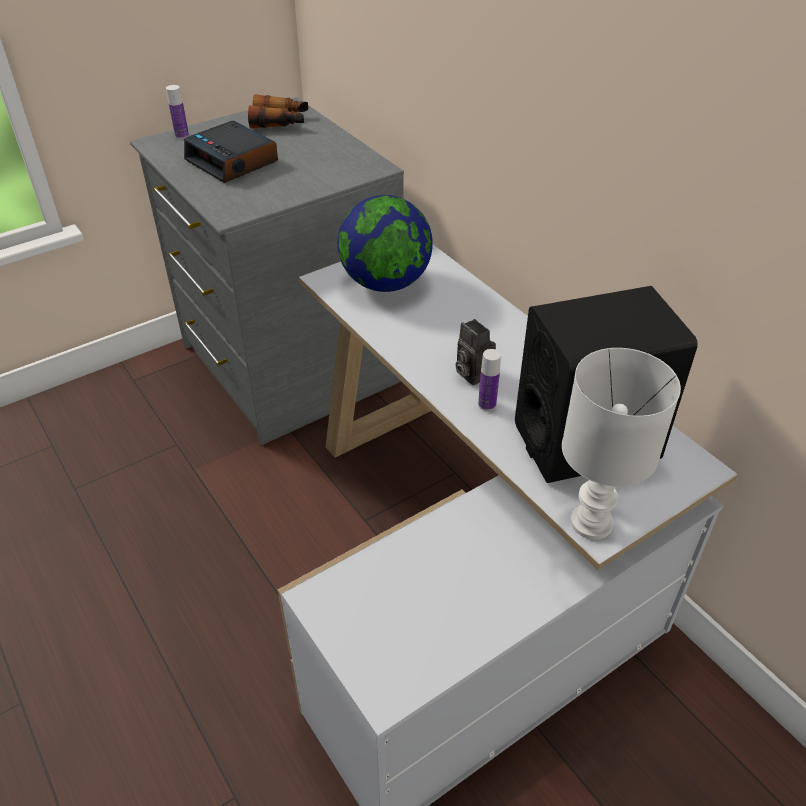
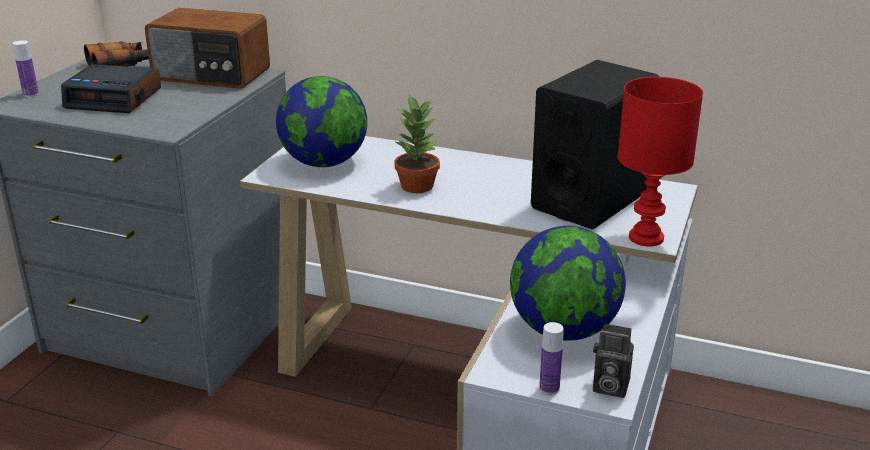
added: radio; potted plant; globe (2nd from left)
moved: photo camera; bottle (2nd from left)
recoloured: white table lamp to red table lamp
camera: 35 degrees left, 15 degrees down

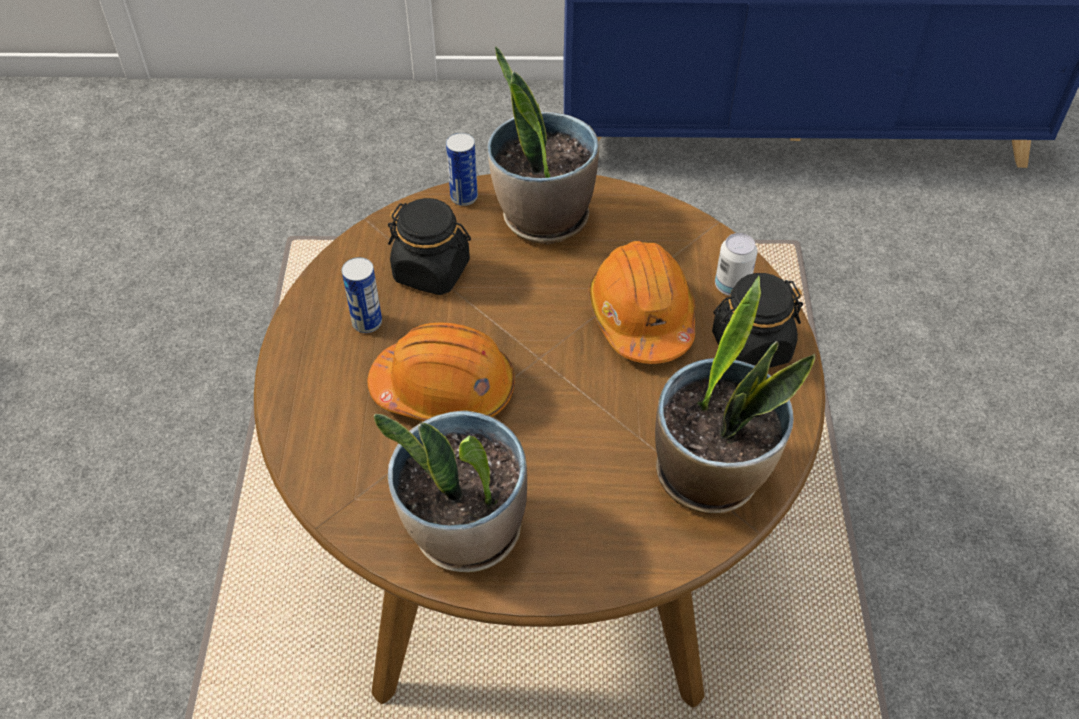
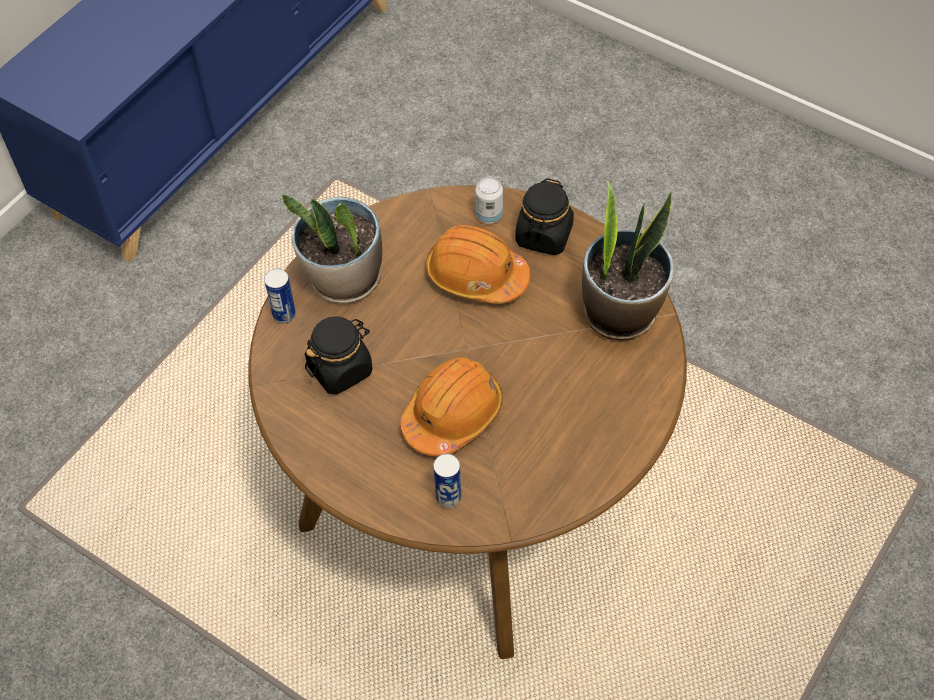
removed: potted plant (1st from left)
moved: can (1st from left in the first image) to can (2nd from left)
camera: 55 degrees left, 5 degrees up

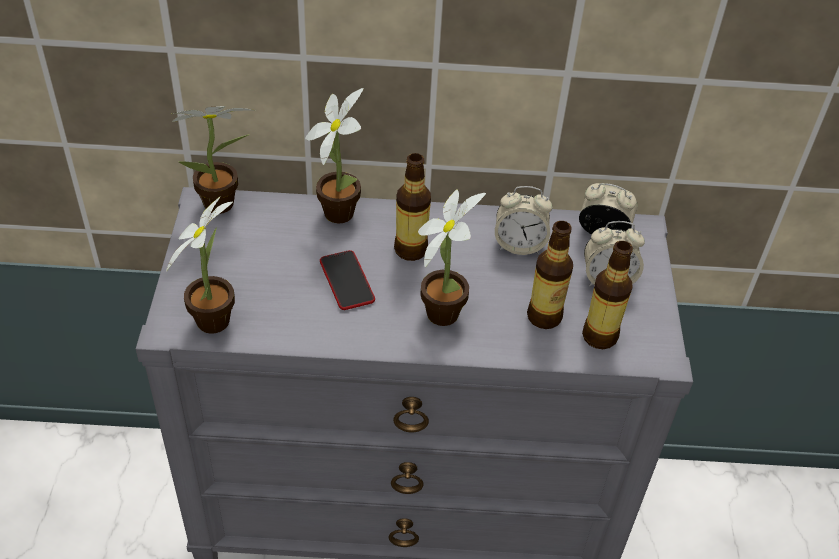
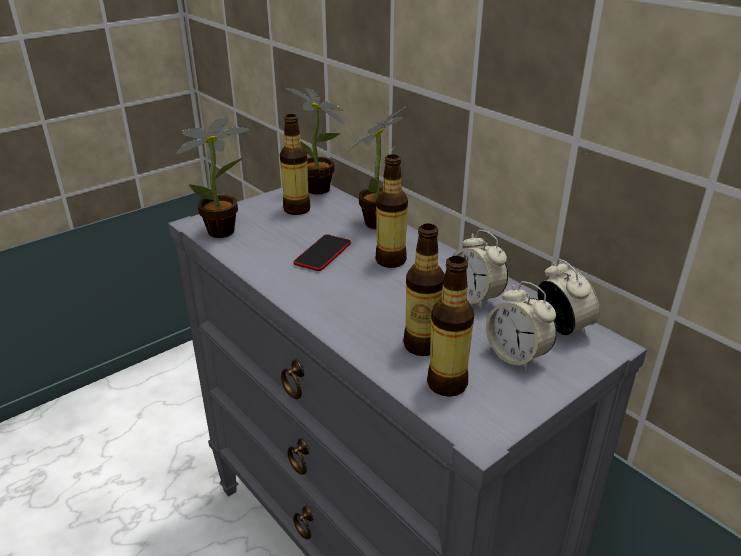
removed: potted plant (4th from left)
added: bottle (1st from left)
camera: 50 degrees right, 15 degrees down

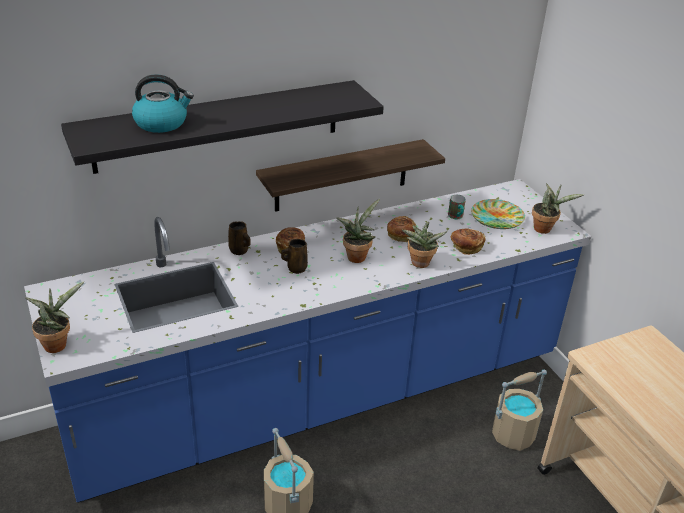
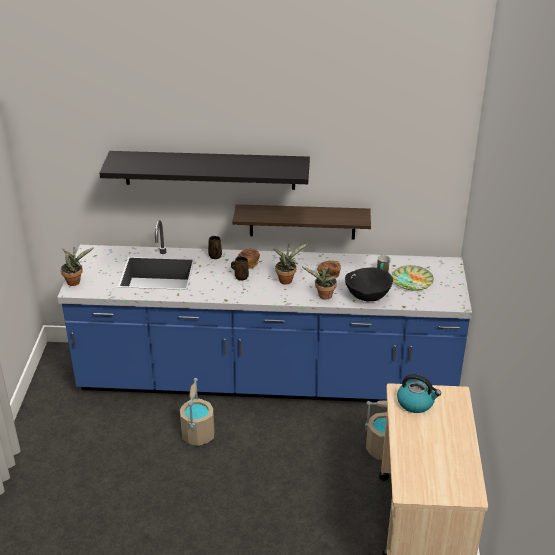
removed: potted plant (4th from left)
moved: kettle
replaced: bread (3rd from left) to black bowl
camera: 30 degrees right, 0 degrees up

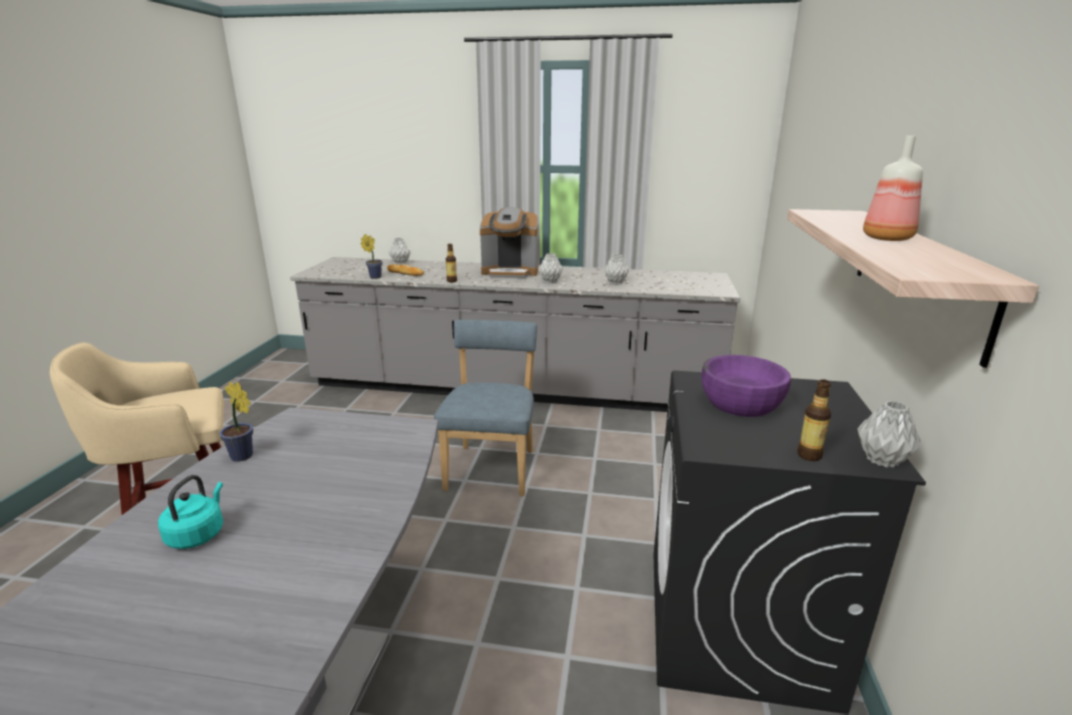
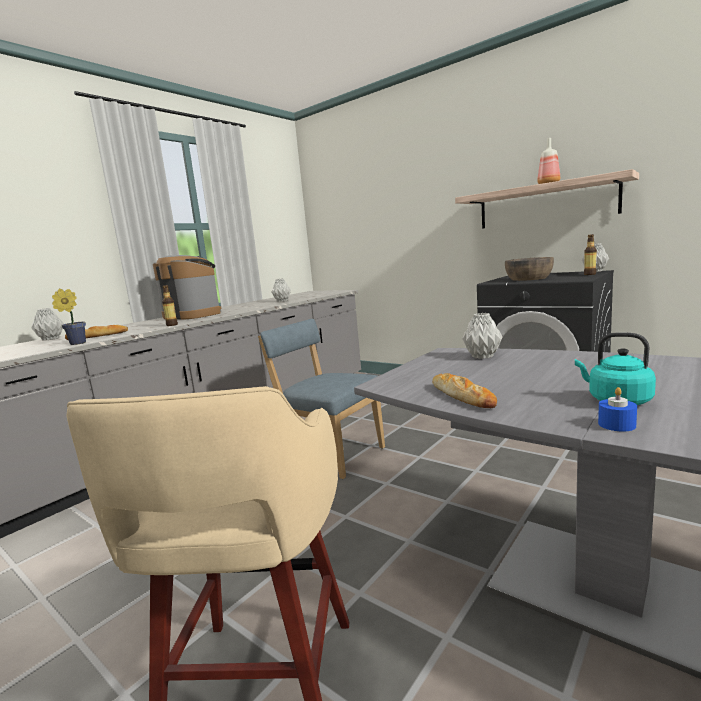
added: blue candle
moved: grey vase (2nd from left in the first image) to grey vase (3rd from left)
replaced: potted plant (1st from left) to bread (2nd from left)
recoloured: purple bowl to brown bowl
turned: coffee machine 90 degrees counterclockwise
camera: 60 degrees left, 10 degrees down

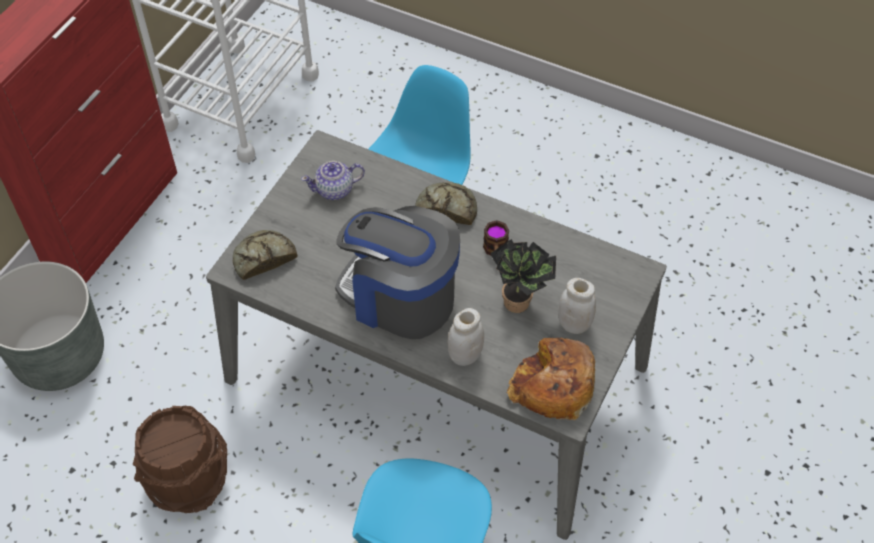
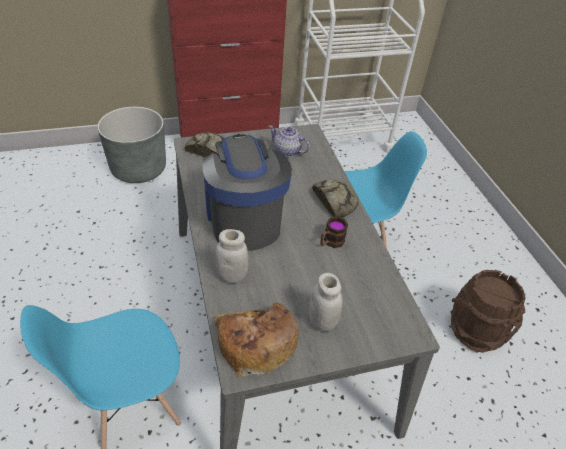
removed: potted plant
moved: brown bucket
camera: 45 degrees right, 10 degrees down

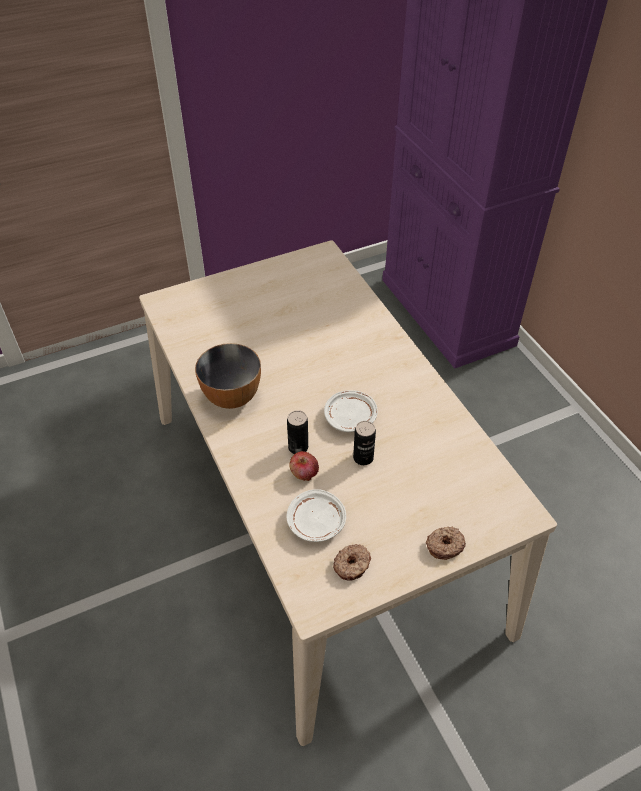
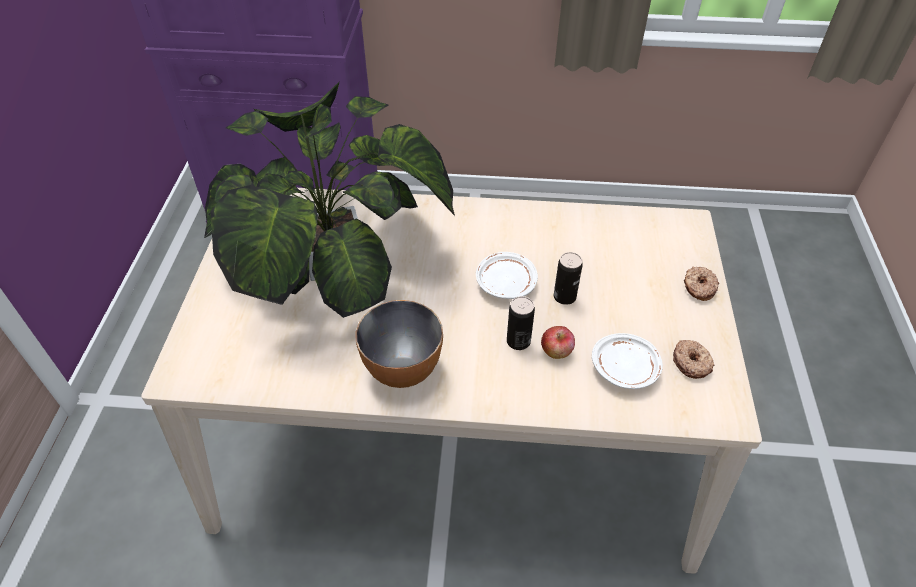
added: potted plant
camera: 60 degrees left, 0 degrees up

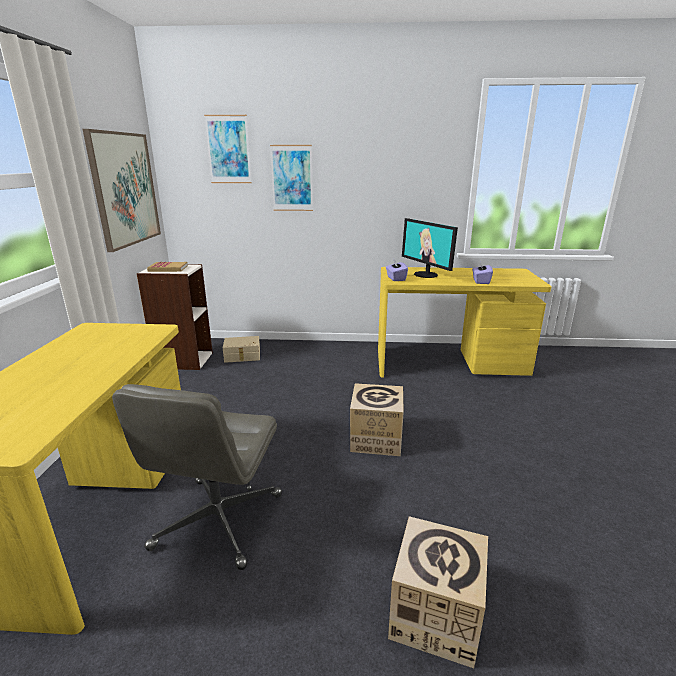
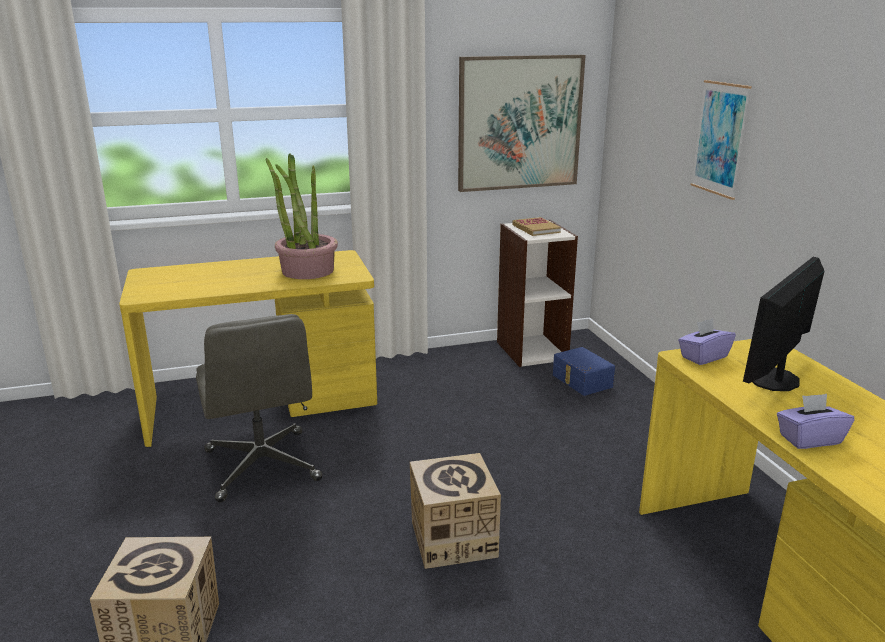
removed: picture (2nd from left)
added: potted plant
recoloured: beige storage box to blue storage box
turned: grey office chair 105 degrees counterclockwise
camera: 70 degrees right, 0 degrees up

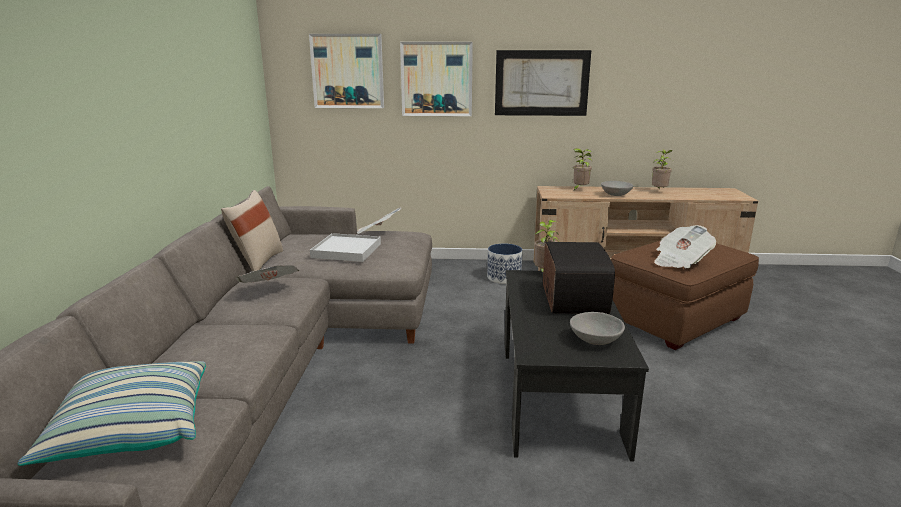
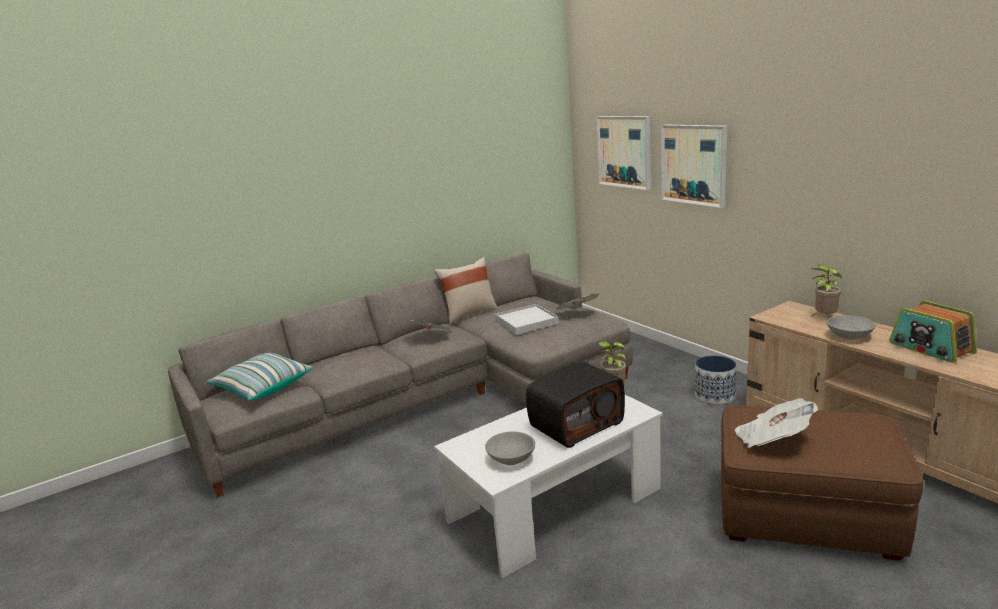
removed: picture (3rd from left)
replaced: potted plant (3rd from left) to radio (2nd from left)
recoloured: black coffee table to white coffee table
camera: 55 degrees right, 0 degrees up

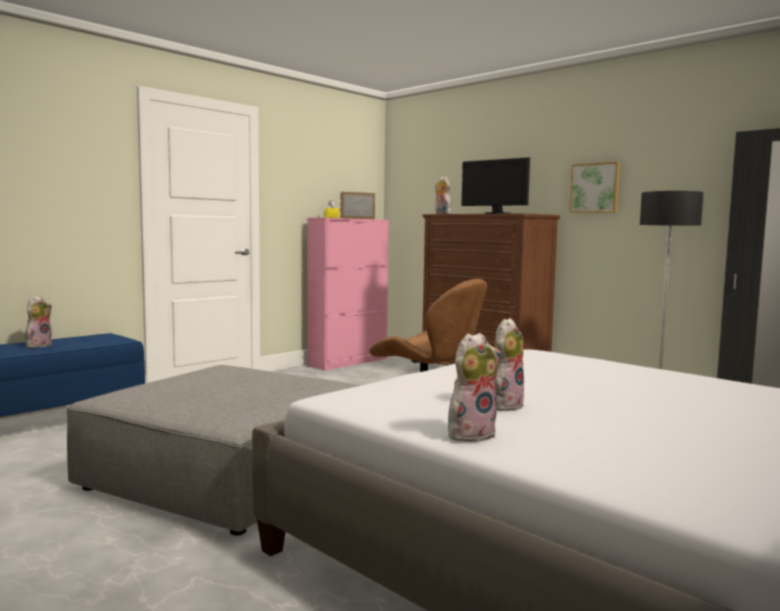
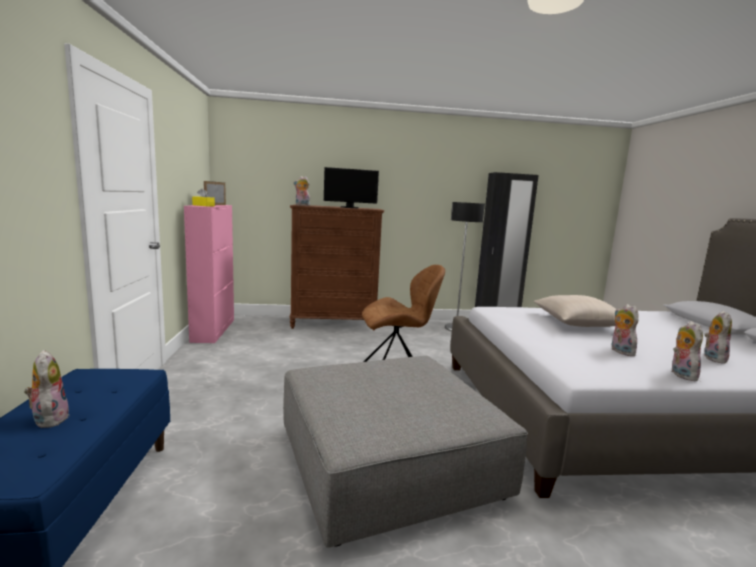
removed: picture
added: beige pillow; plush toy (5th from left)
camera: 50 degrees left, 5 degrees up

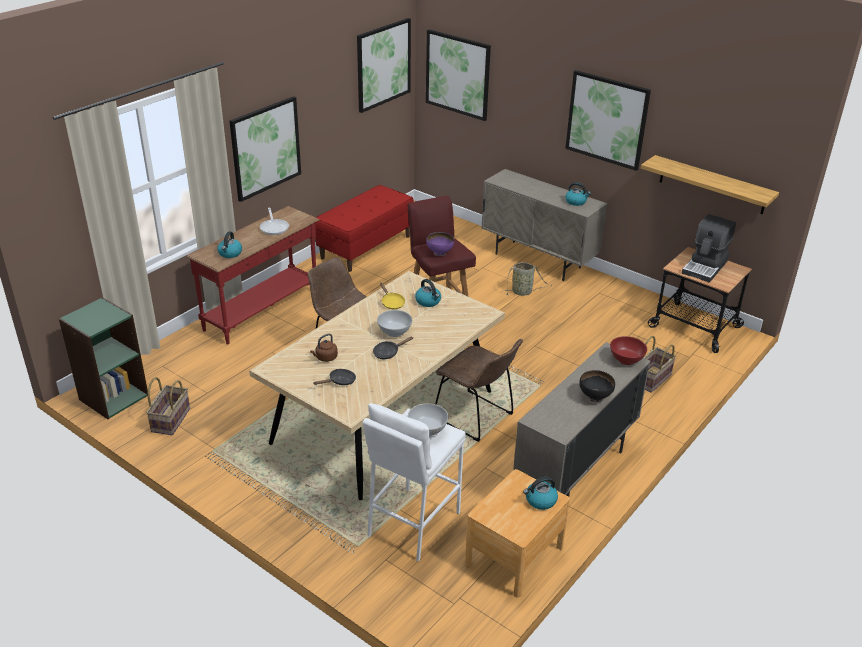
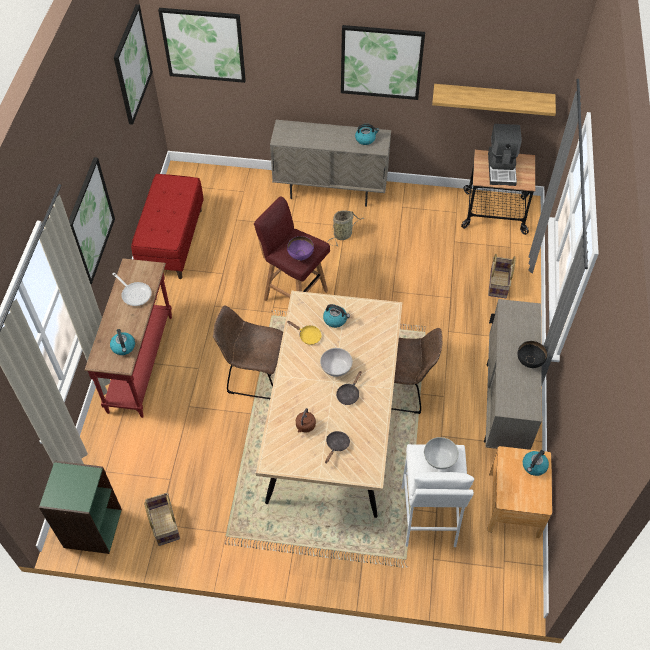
removed: red bowl
camera: 30 degrees left, 20 degrees up

